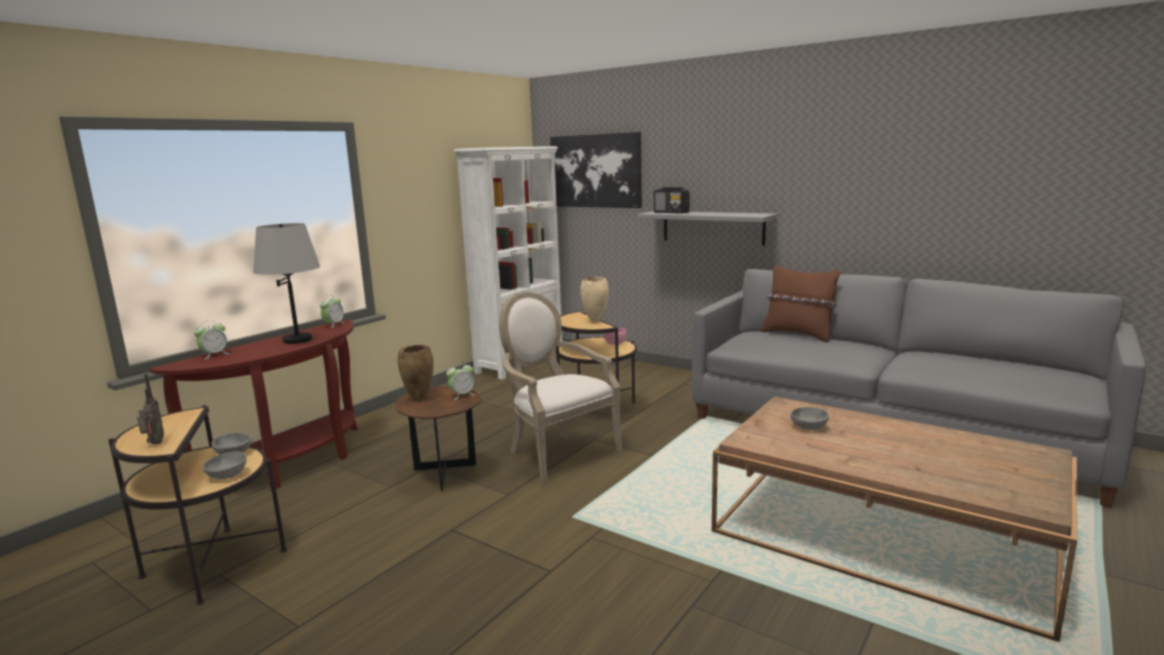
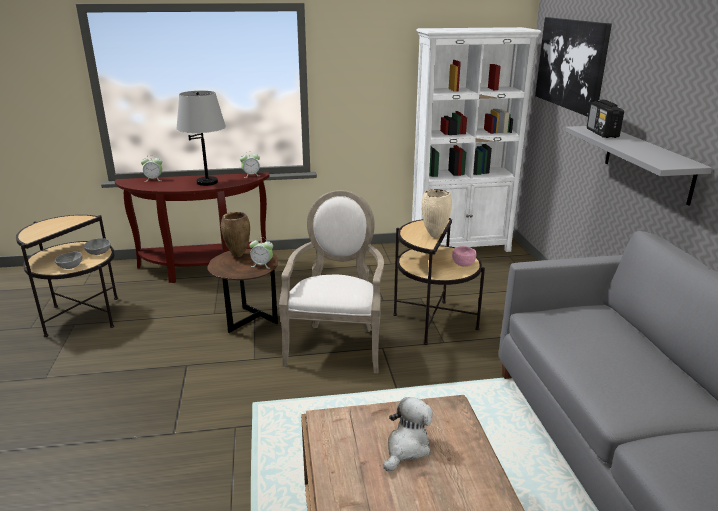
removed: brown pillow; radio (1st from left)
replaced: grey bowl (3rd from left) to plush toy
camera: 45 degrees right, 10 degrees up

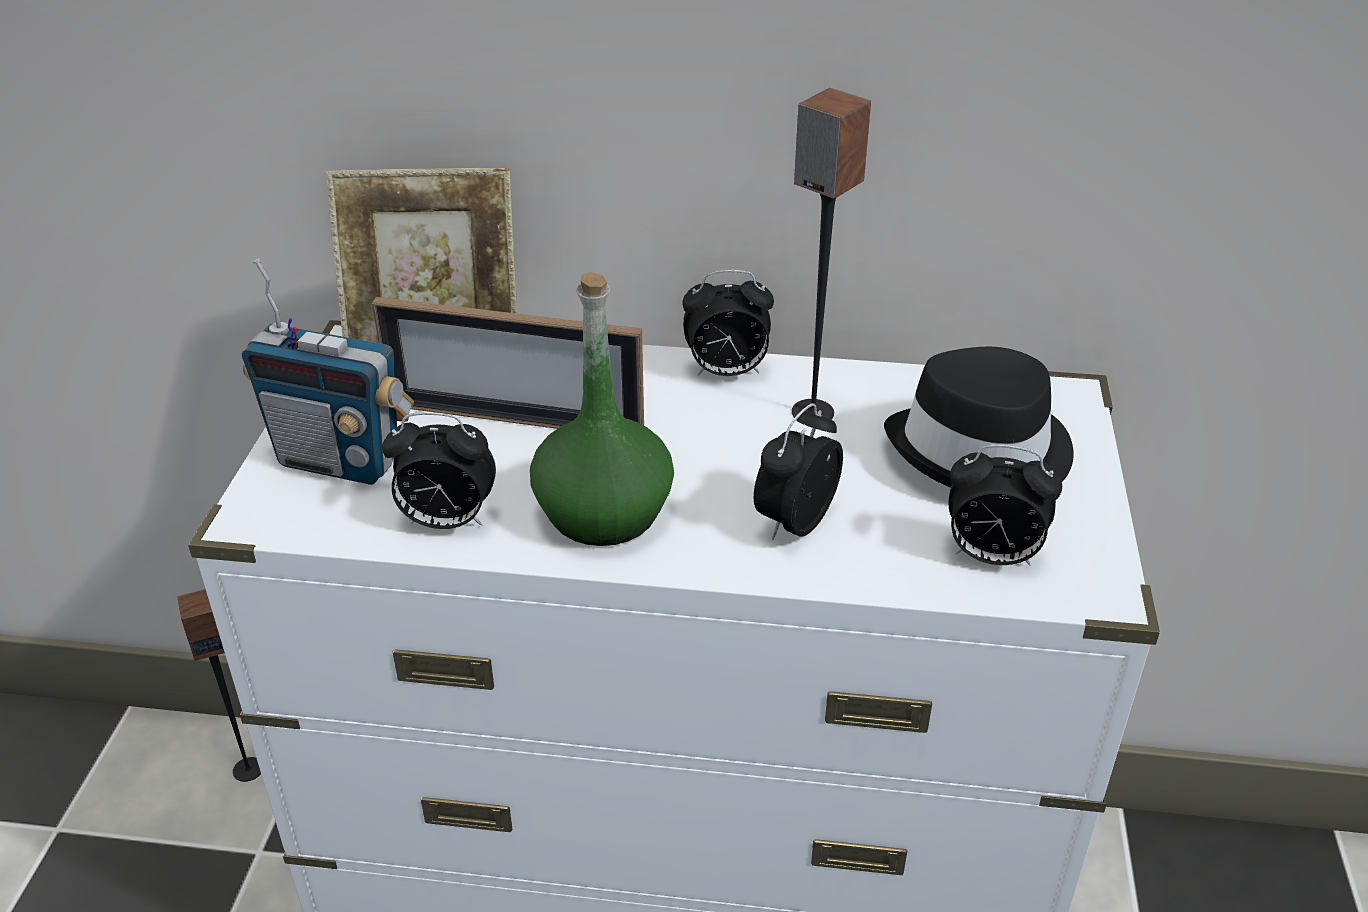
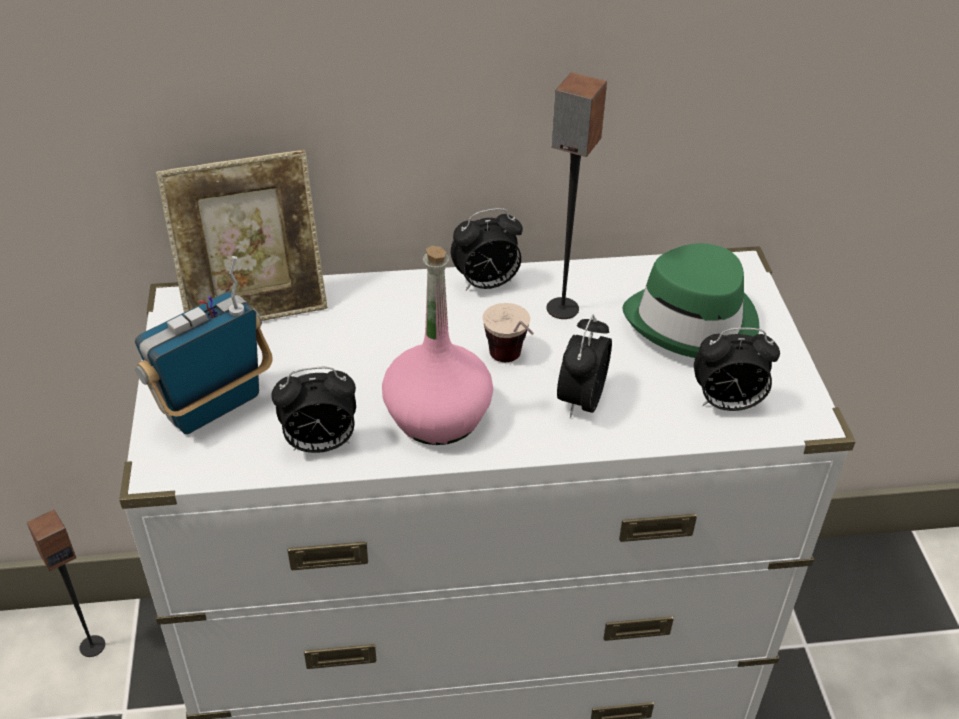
removed: picture frame (2nd from left)
added: cup
recoloured: green bottle to pink bottle; black hat to green hat
turned: radio 135 degrees clockwise
camera: 15 degrees left, 5 degrees up

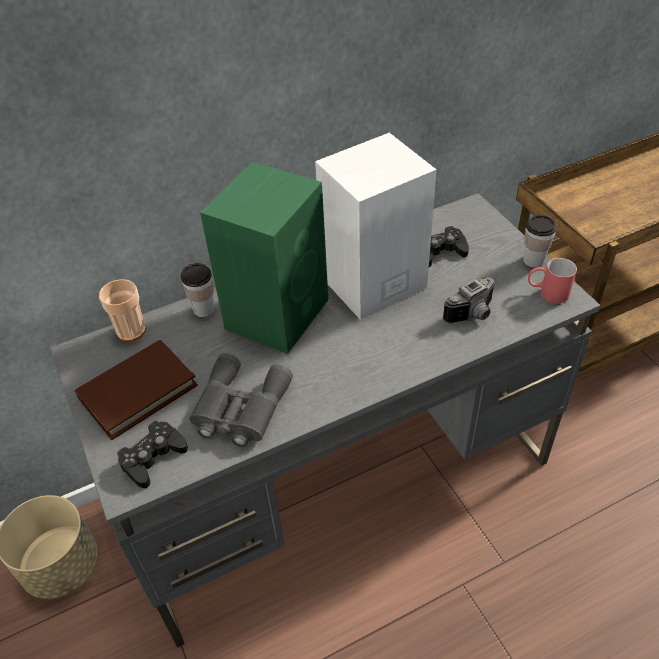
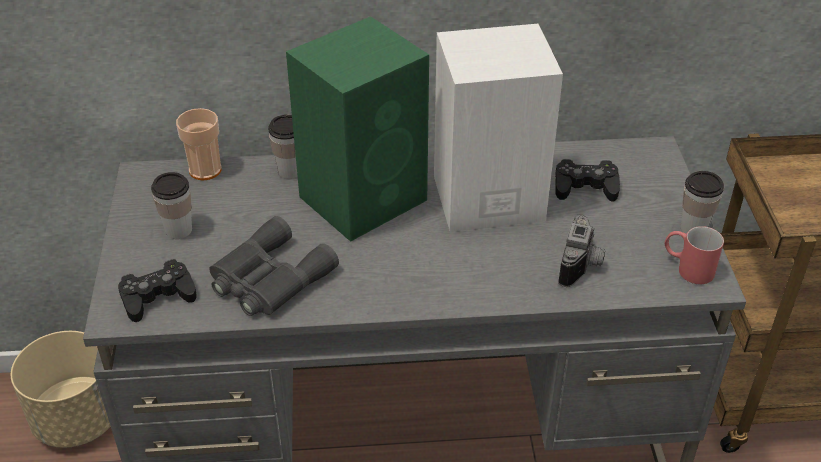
replaced: brown book to cup (1st from left)
turned: photo camera 60 degrees counterclockwise
camera: 20 degrees right, 5 degrees down

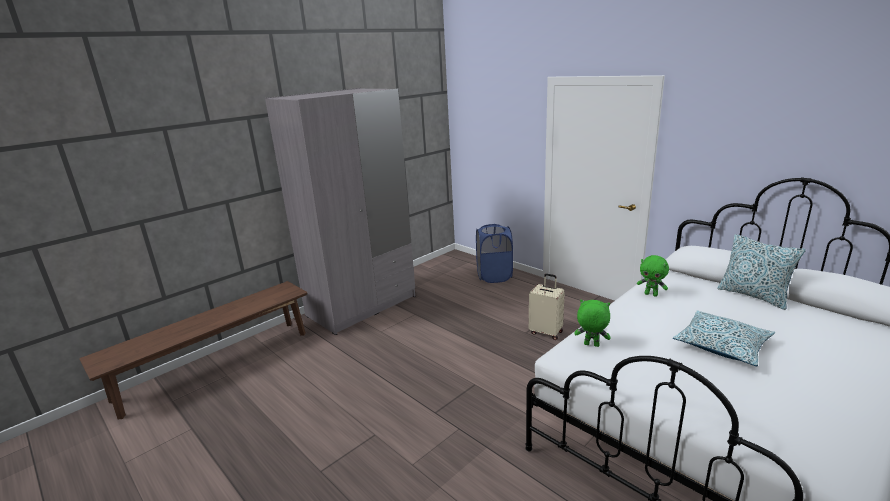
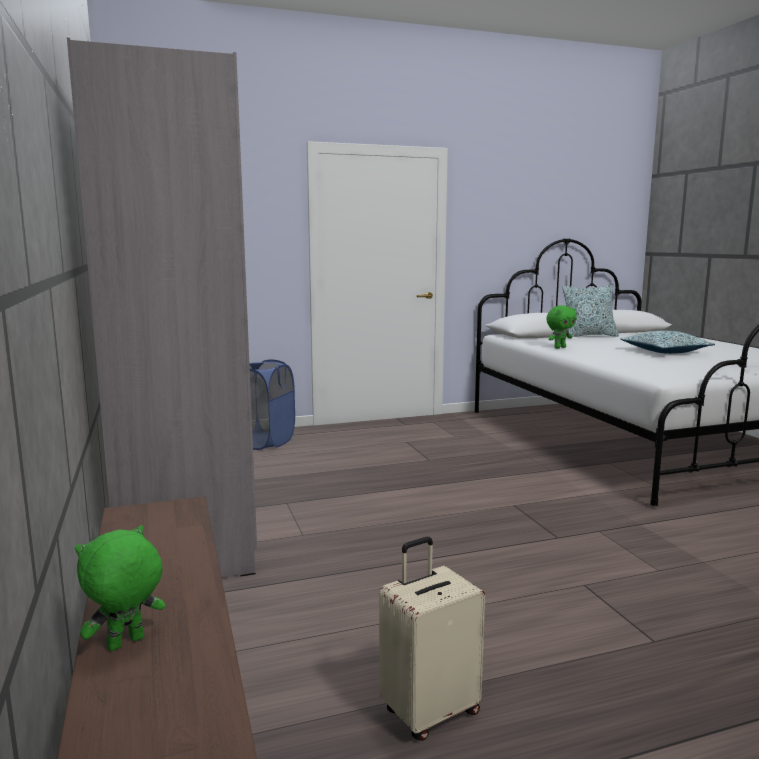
moved: beige suitcase; green plush toy (1st from left)
camera: 65 degrees left, 10 degrees down

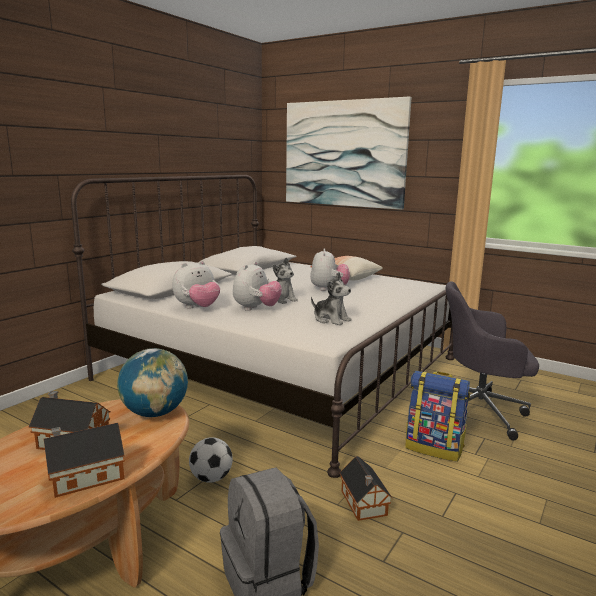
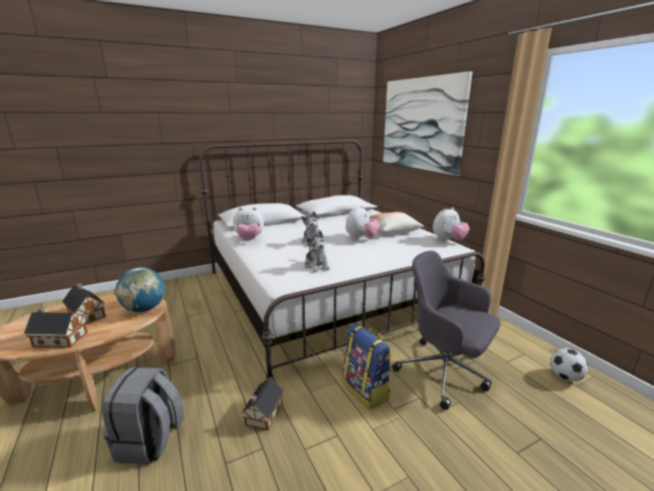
moved: plush toy (2nd from left in the first image) to plush toy (5th from left); football
camera: 30 degrees right, 5 degrees up

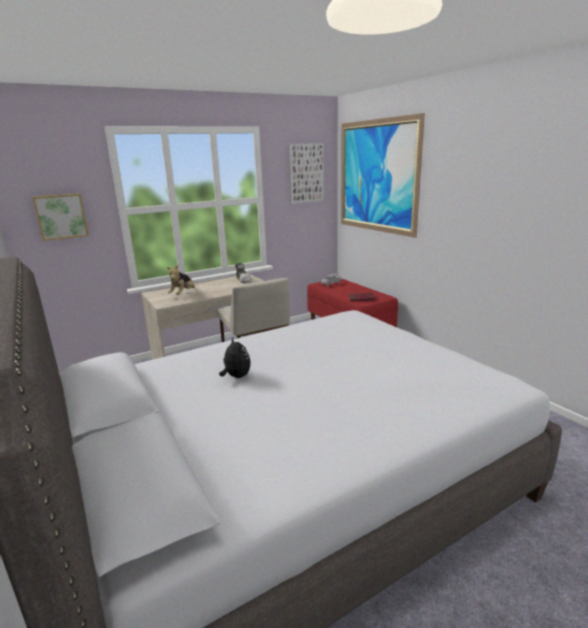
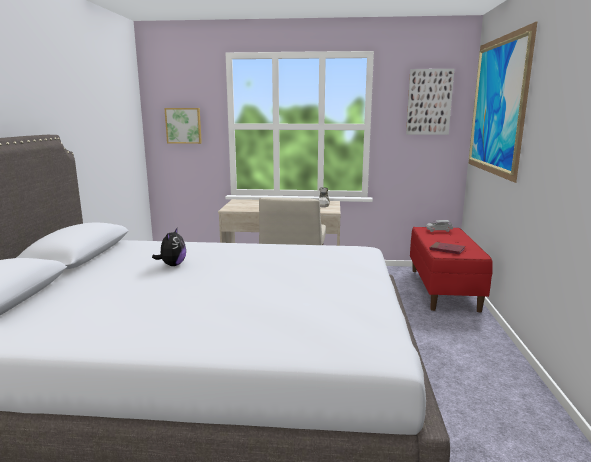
removed: plush toy (1st from left)
camera: 35 degrees right, 5 degrees down

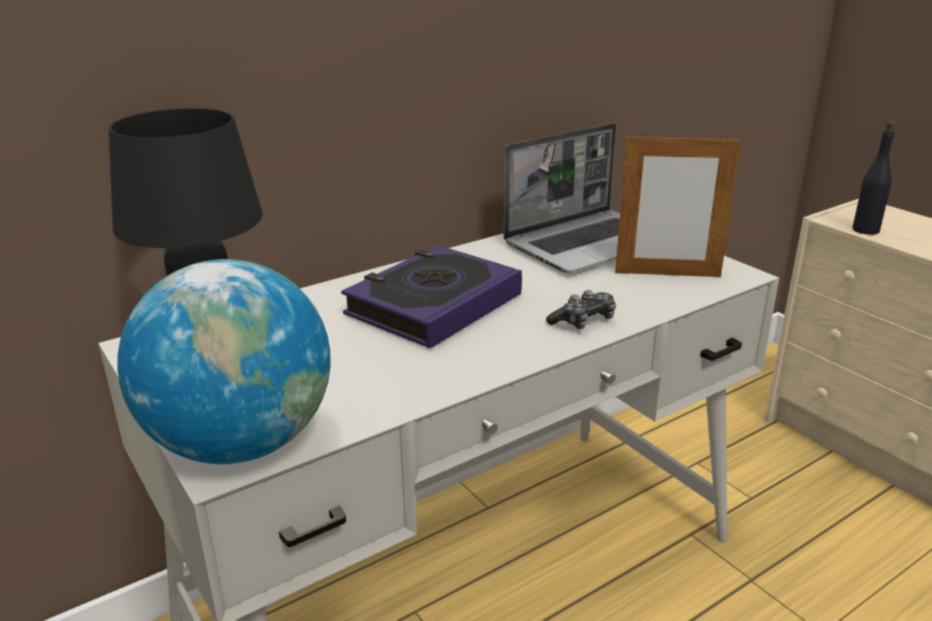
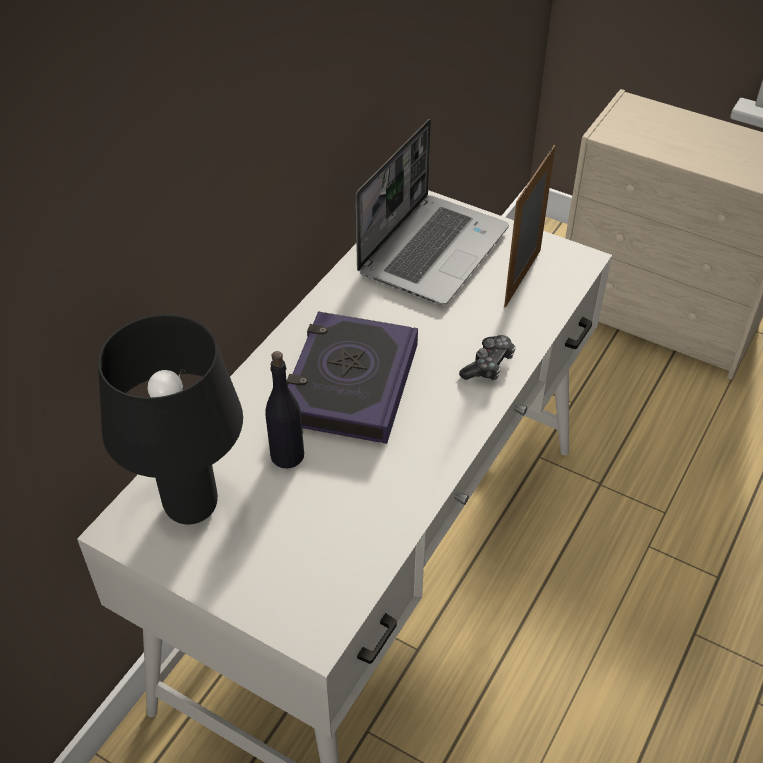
removed: globe
moved: black bottle
turned: picture frame 135 degrees clockwise
camera: 25 degrees left, 20 degrees up

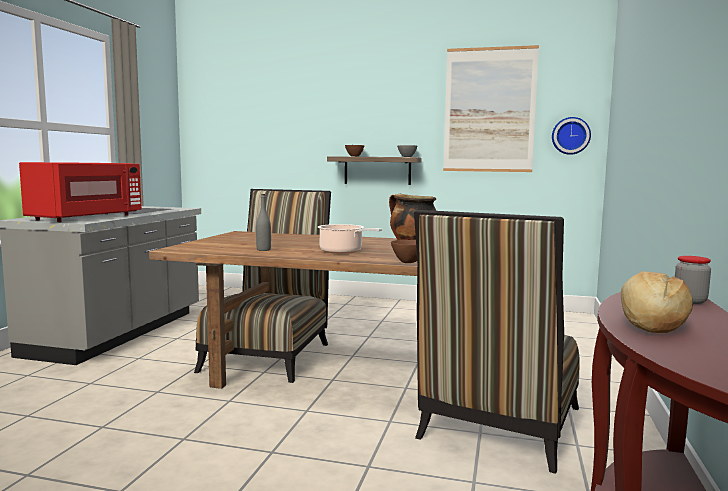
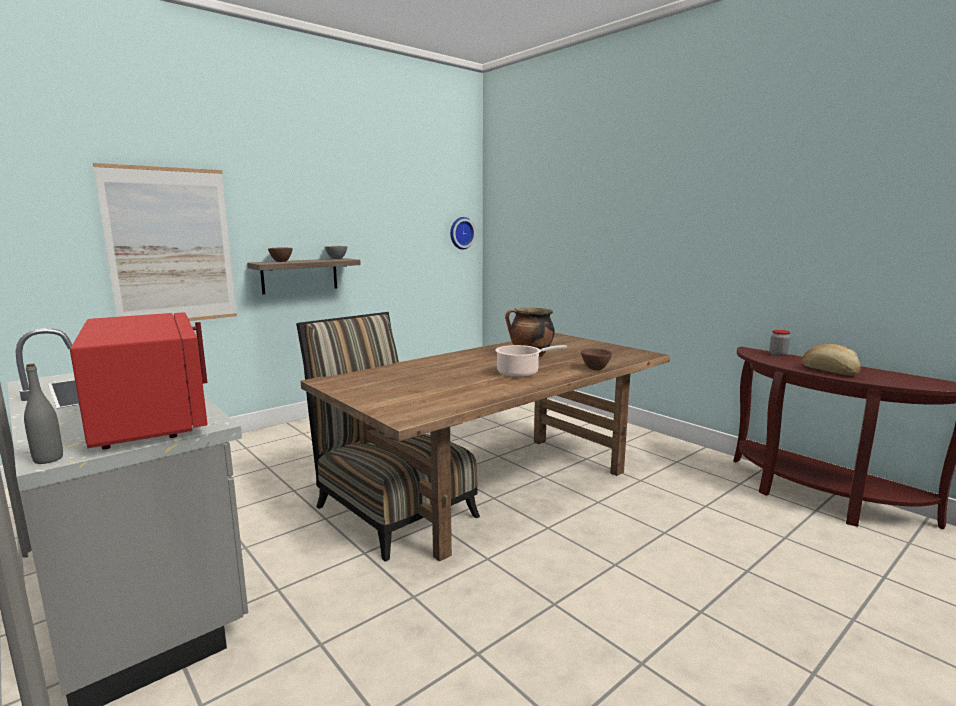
removed: chair (2nd from left)
moved: picture; grey bottle
camera: 55 degrees left, 5 degrees up

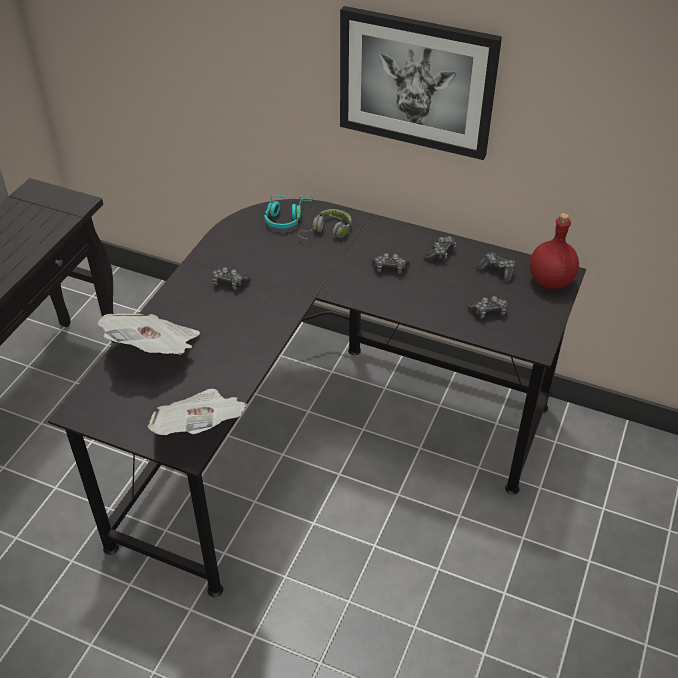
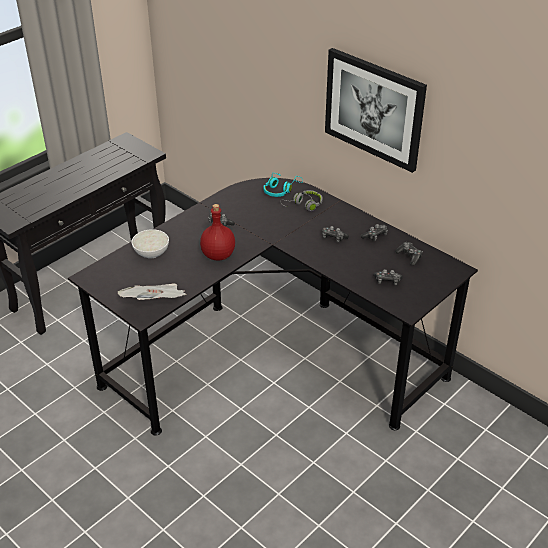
moved: red bottle
replaced: newspaper (1st from left) to white bowl
camera: 20 degrees right, 5 degrees down

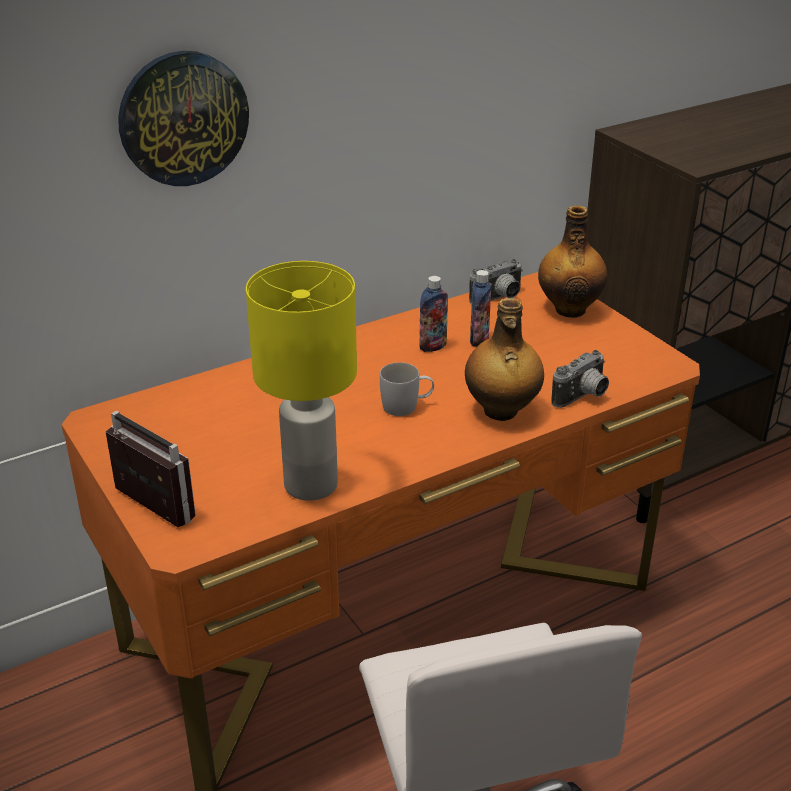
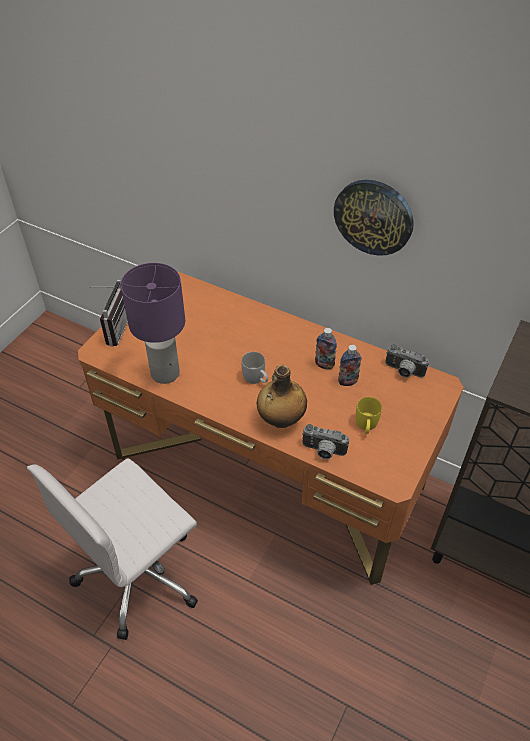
removed: bottle (4th from left)
added: yellow mug
moved: wall clock
recoloured: yellow table lamp to purple table lamp
camera: 60 degrees right, 15 degrees up

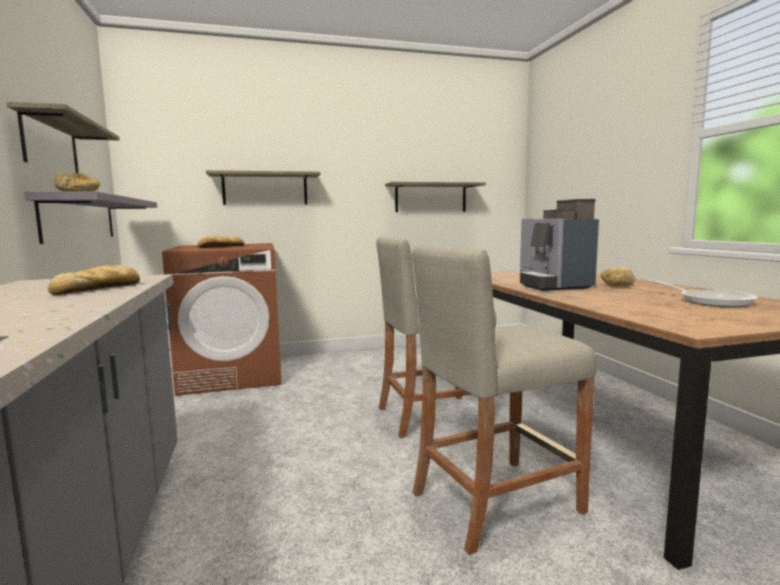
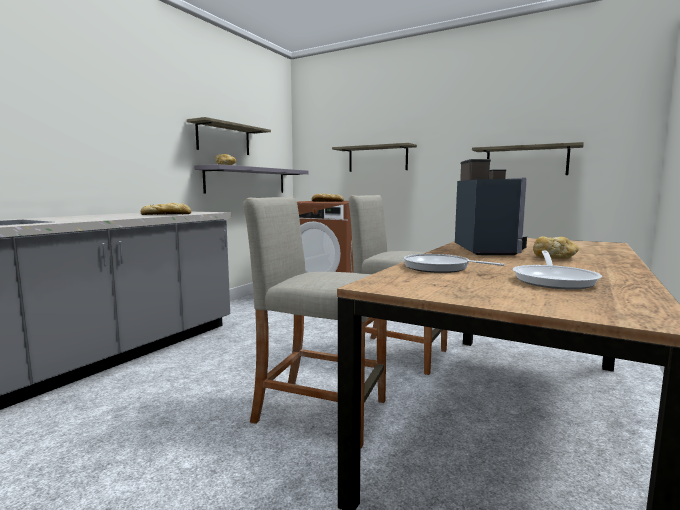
added: frying pan (1st from left)
turned: coffee machine 150 degrees clockwise
camera: 45 degrees right, 0 degrees up

